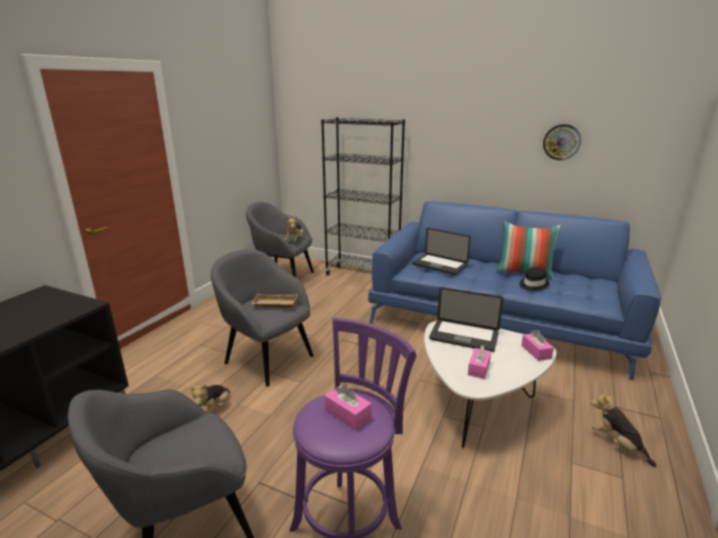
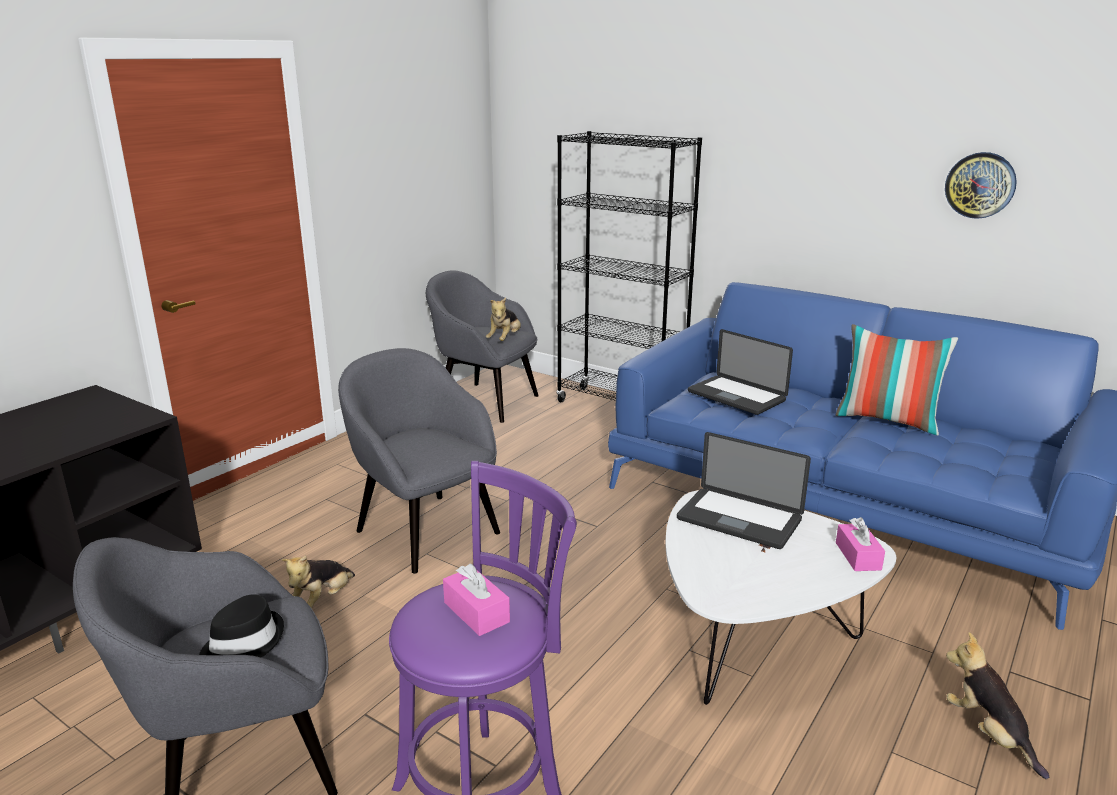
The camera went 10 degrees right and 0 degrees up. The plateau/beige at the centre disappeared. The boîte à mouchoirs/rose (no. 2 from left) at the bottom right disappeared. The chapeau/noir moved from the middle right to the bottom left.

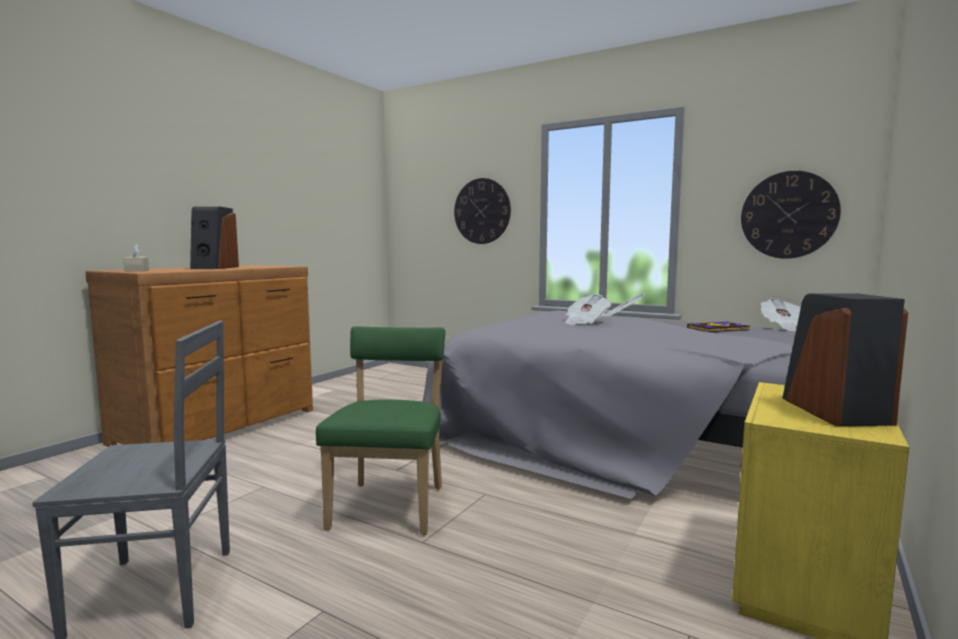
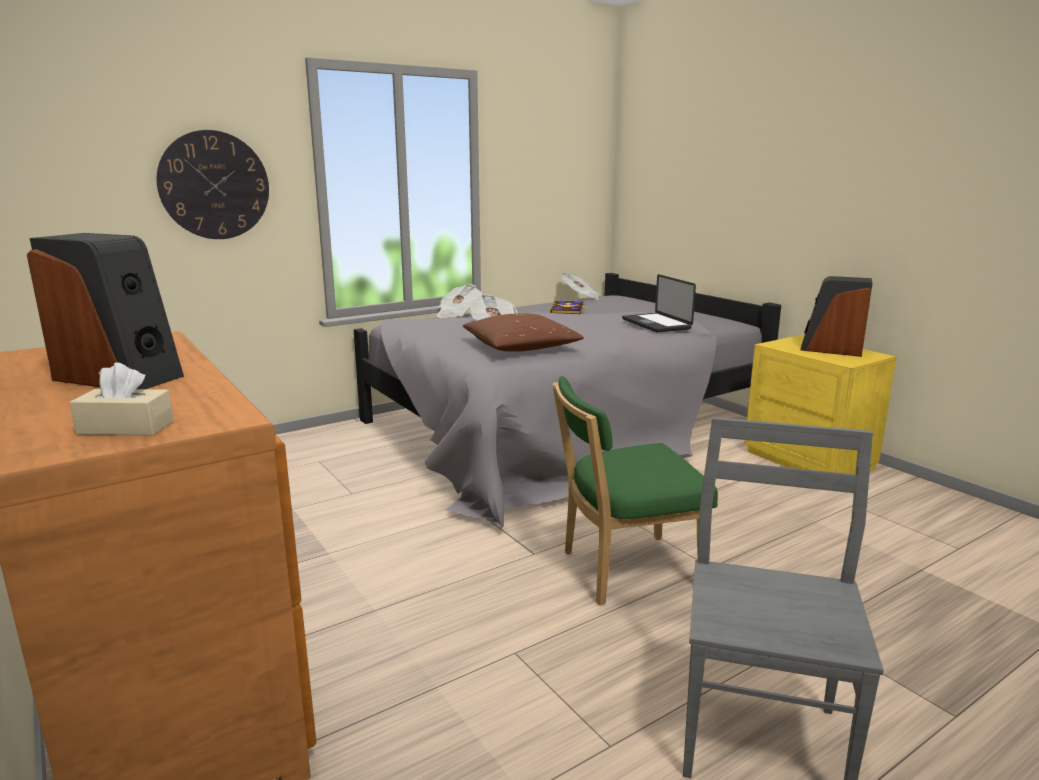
The camera went 65 degrees left and 10 degrees up. The horloge murale (no. 2 from left) at the middle right disappeared. The coussin/marron at the centre appeared. The ordinateur portable at the centre appeared. The chaise/vert at the bottom centre turned 45 degrees counterclockwise.

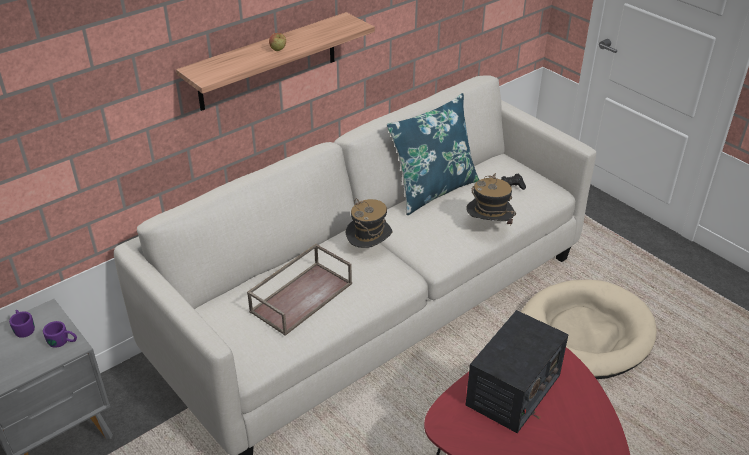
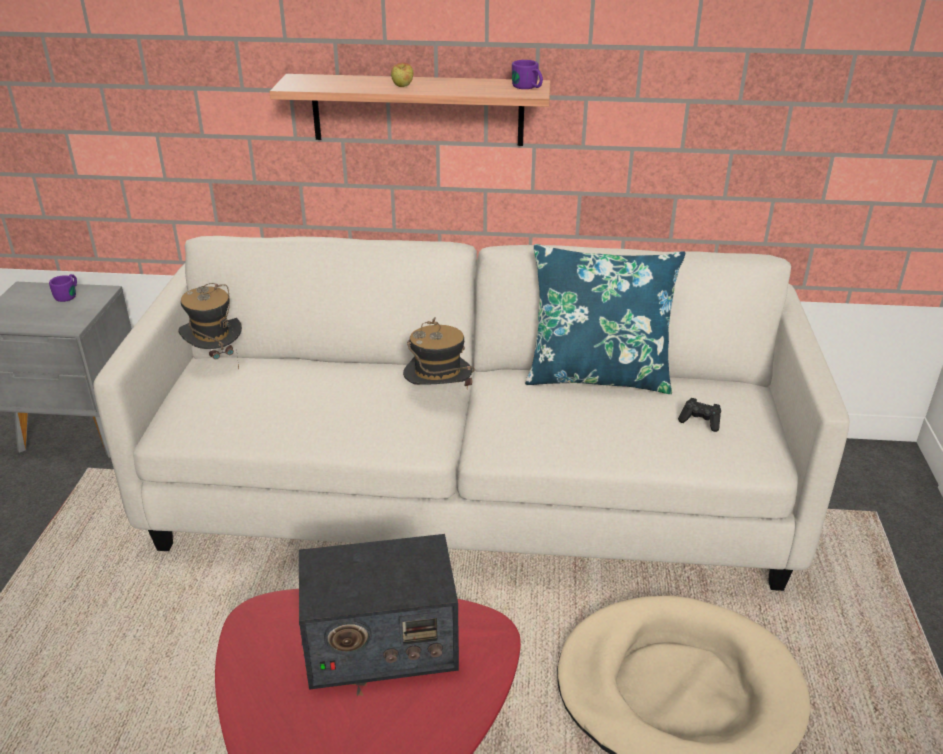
The camera went 45 degrees right and 5 degrees down. The plateau/marron at the centre disappeared. The mug/violet (no. 2 from left) moved from the bottom left to the top centre. The chapeau (no. 2 from left in the first image) moved from the centre to the middle left.

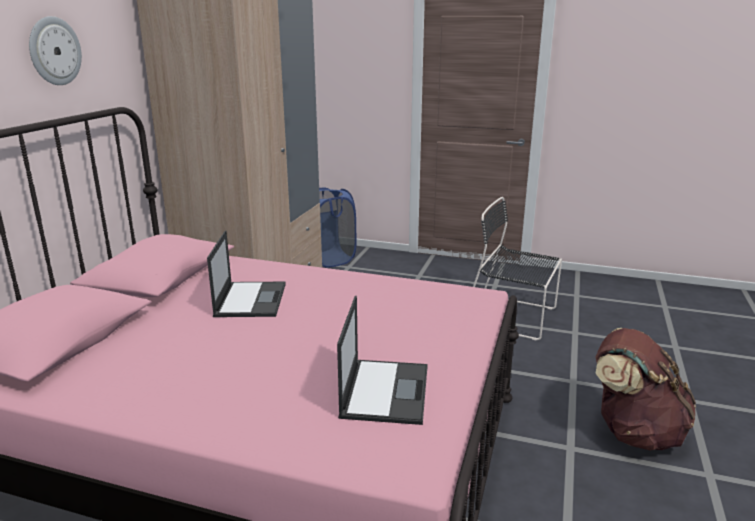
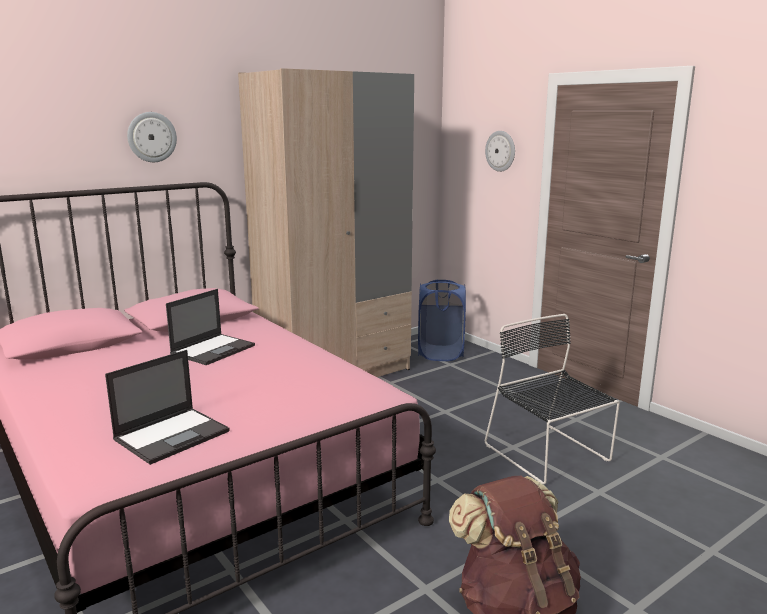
The camera went 35 degrees right and 5 degrees down. The horloge murale (no. 2 from left) at the top centre appeared.

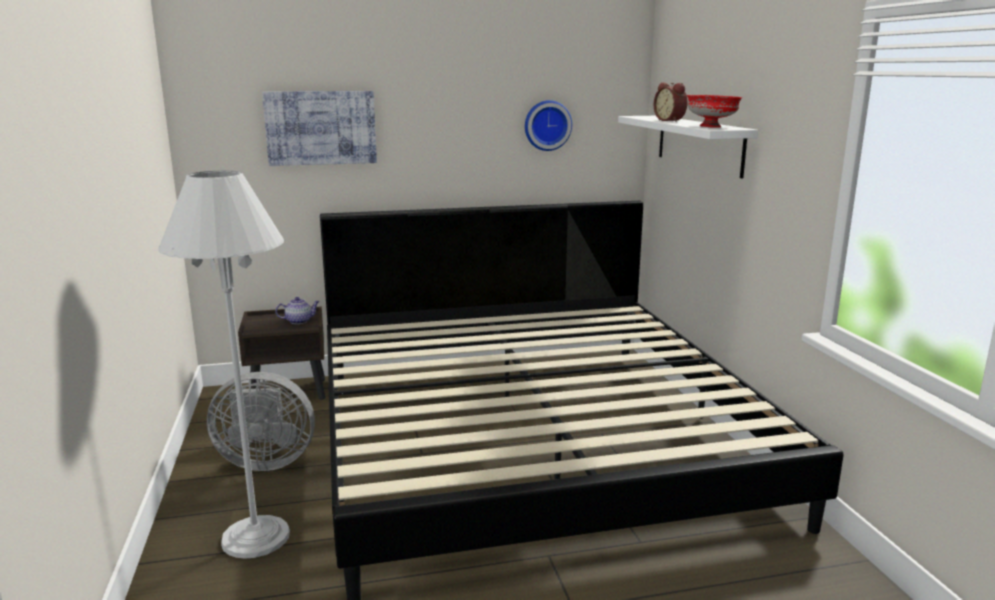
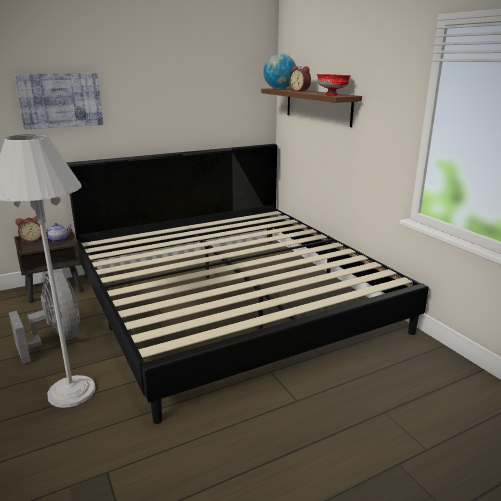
The camera went 15 degrees left and 5 degrees up. The horloge murale at the top centre disappeared. The réveil (no. 1 from left) at the middle left appeared. The globe at the top centre appeared. The étagère/blanc at the top right became the étagère/marron at the top centre. The ventilateur/gris at the bottom left turned 105 degrees counterclockwise.

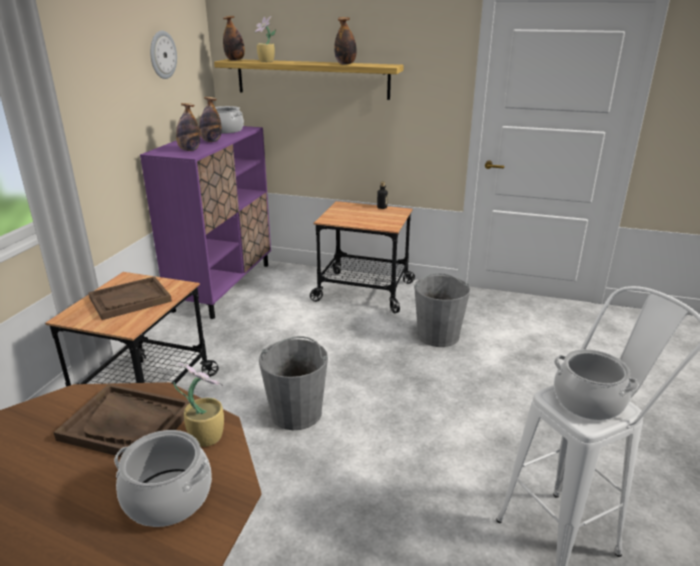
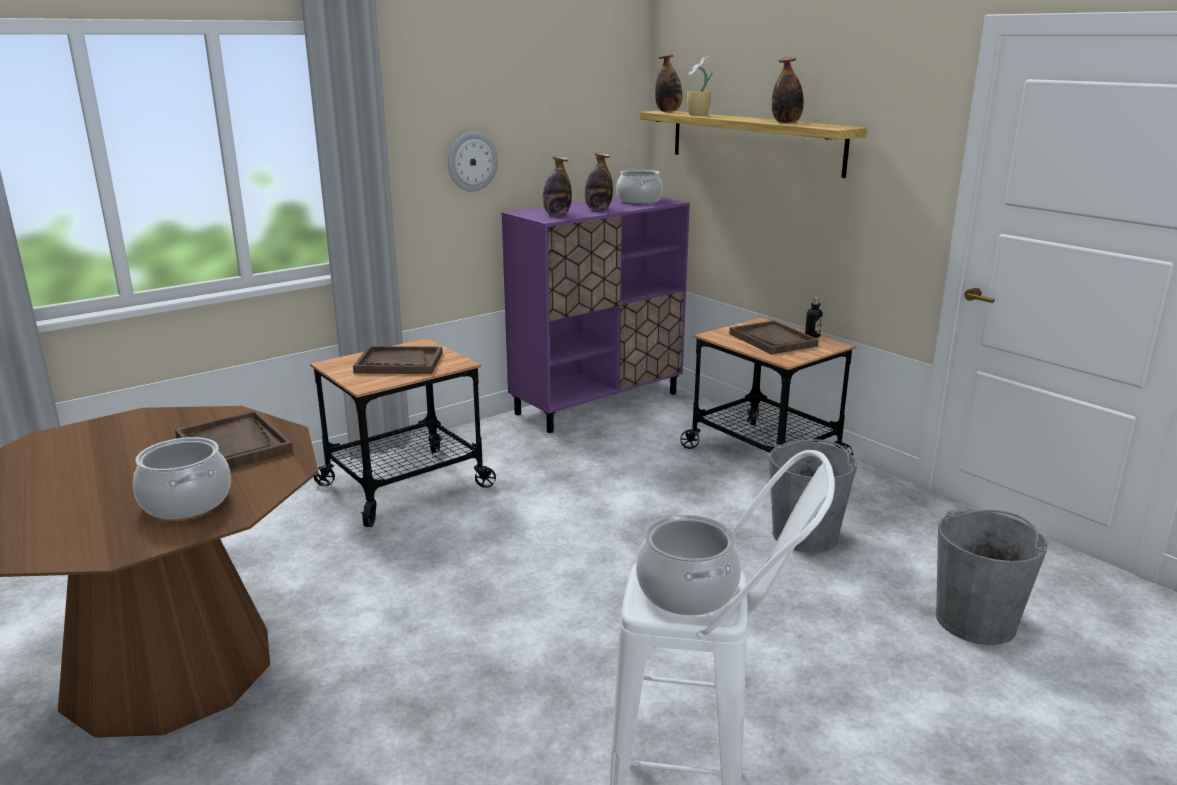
The camera went 35 degrees right and 5 degrees down. The plante en pot (no. 1 from left) at the bottom left disappeared. The plateau/marron (no. 3 from left) at the centre appeared. The horloge murale moved from the top left to the top centre. The seau/gris (no. 1 from left in the first image) moved from the bottom centre to the bottom right.

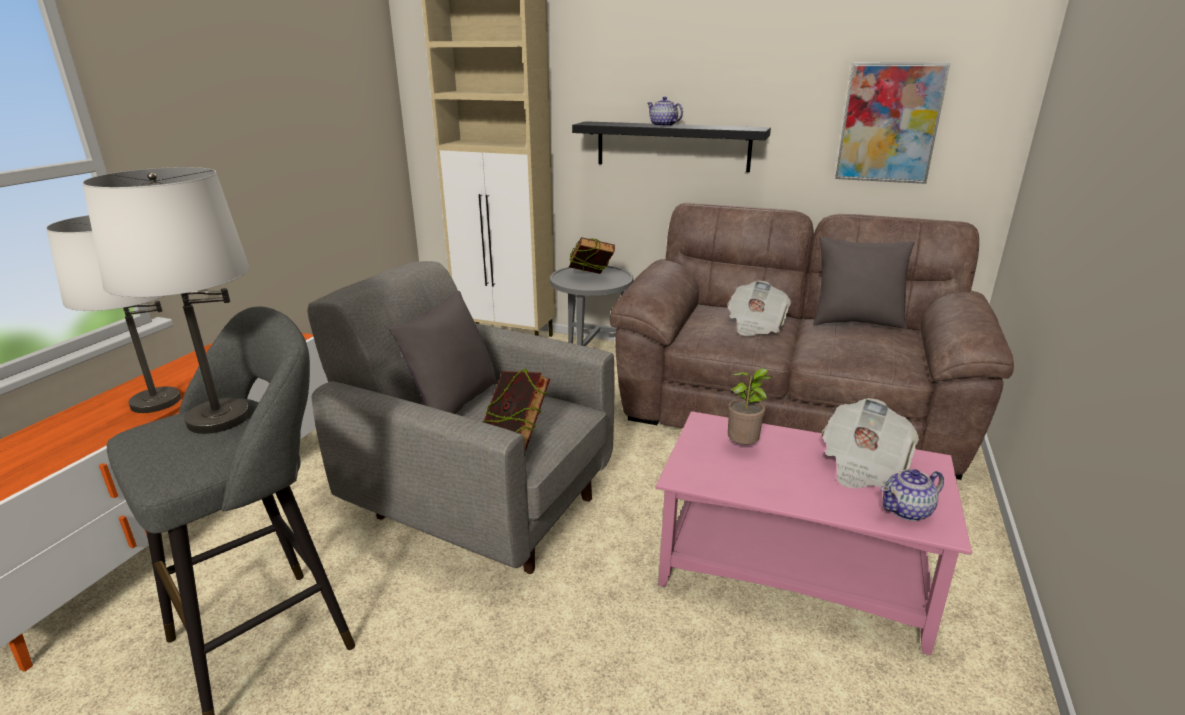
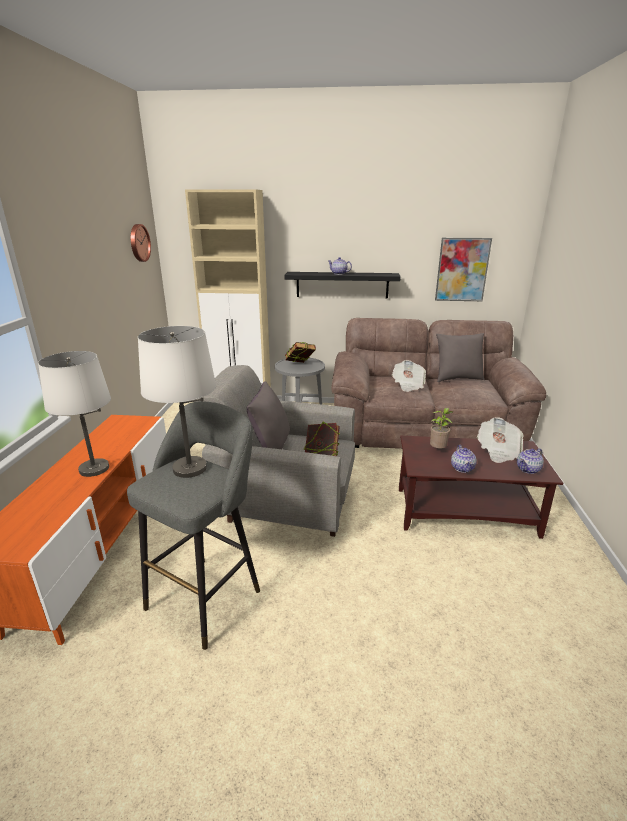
The camera went 15 degrees left and 0 degrees up. The horloge murale at the top left appeared. The théière (no. 2 from left) at the middle right appeared. The table basse/rose at the bottom right became the table basse/marron at the middle right.

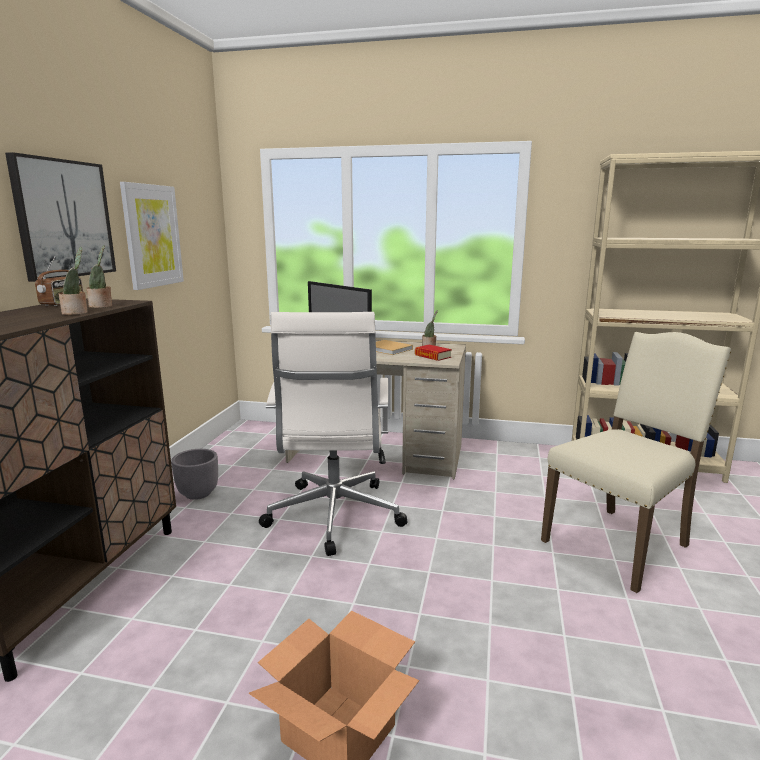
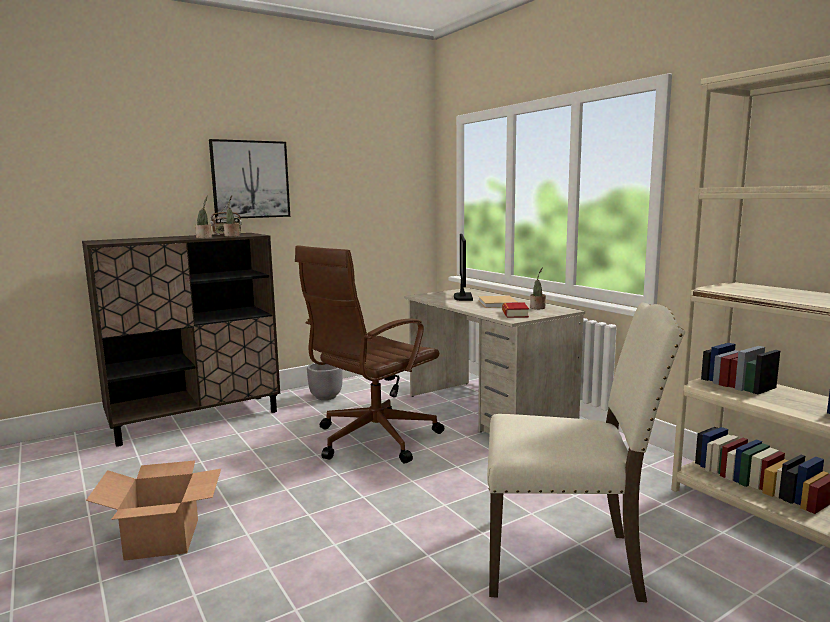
The camera went 45 degrees right and 5 degrees down. The tableau (no. 2 from left) at the top left disappeared. The chaise de bureau/blanc at the centre became the chaise de bureau/marron at the centre.

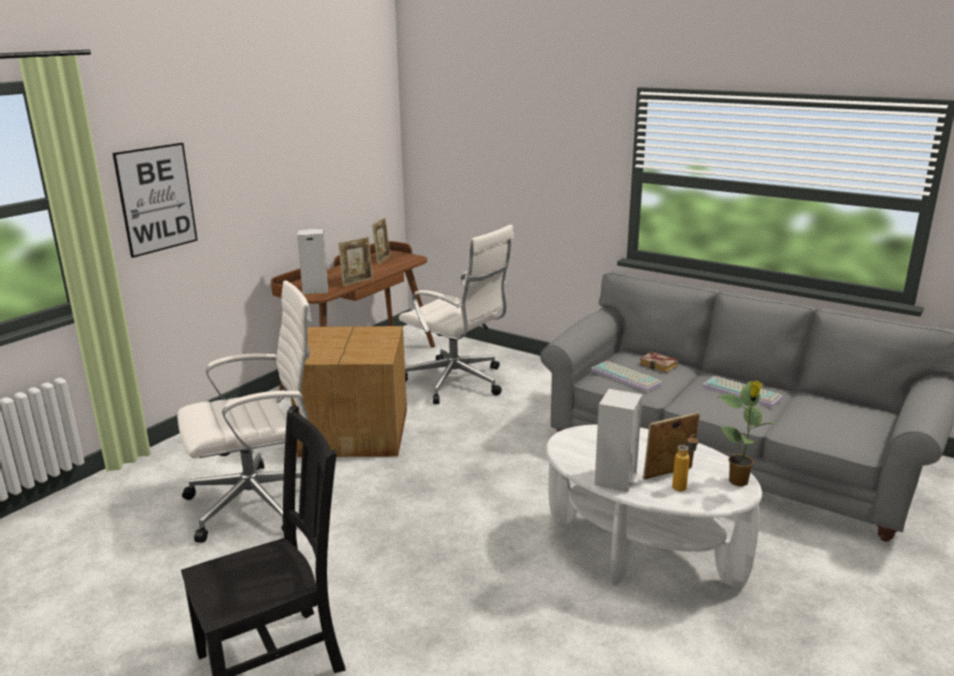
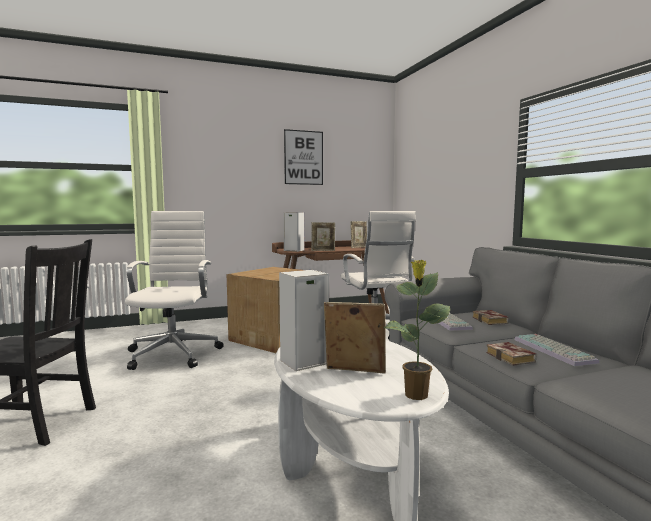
The camera went 35 degrees right and 15 degrees down. The bouteille at the bottom right disappeared. The livre (no. 2 from left) at the bottom right appeared. The tableau moved from the top left to the top centre. The chaise de bureau/blanc (no. 1 from left) at the middle left turned 105 degrees counterclockwise.

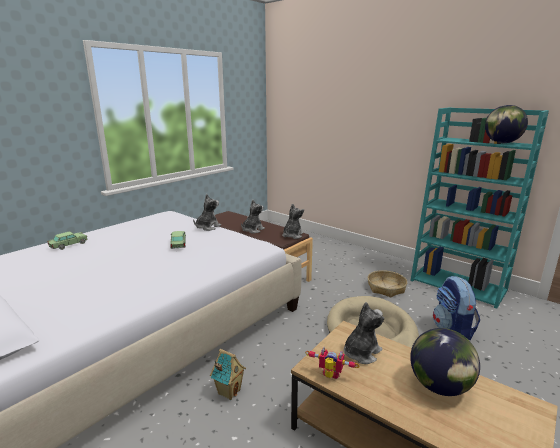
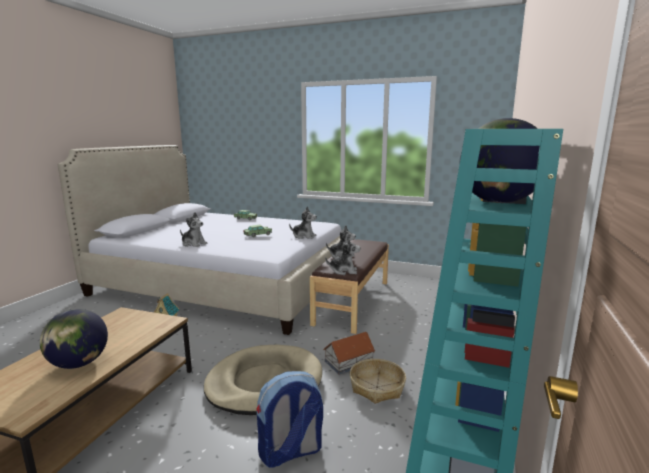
The camera went 70 degrees right and 5 degrees down. The robot jouet at the bottom centre disappeared. The maison miniature (no. 2 from left) at the bottom centre appeared. The peluche (no. 4 from left in the first image) moved from the bottom centre to the middle left.

